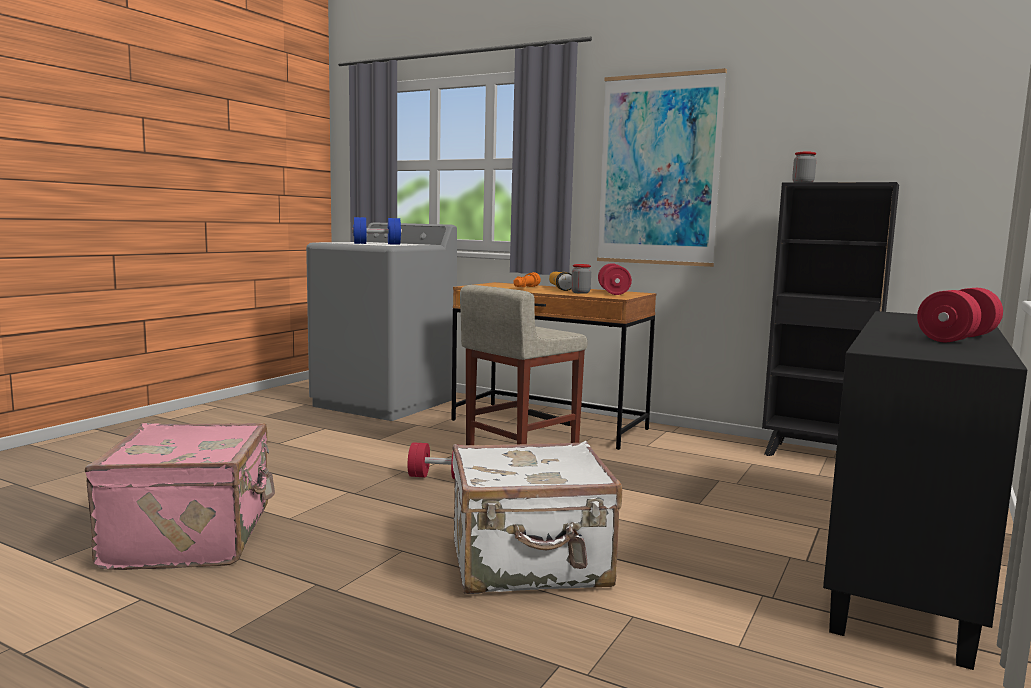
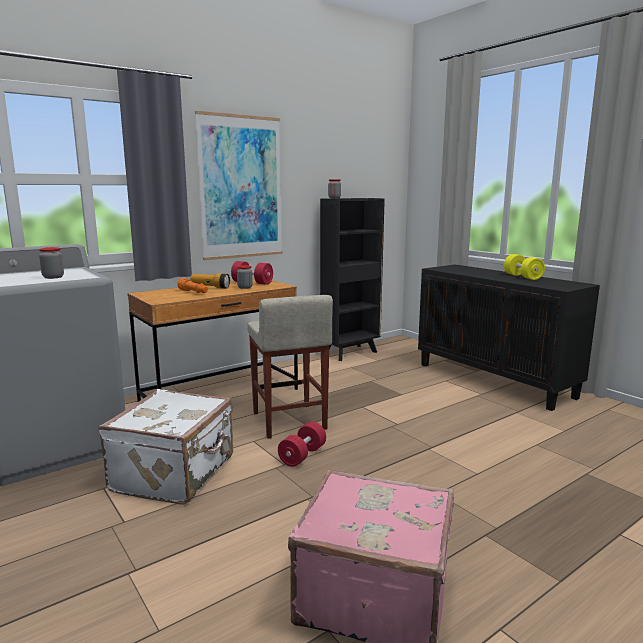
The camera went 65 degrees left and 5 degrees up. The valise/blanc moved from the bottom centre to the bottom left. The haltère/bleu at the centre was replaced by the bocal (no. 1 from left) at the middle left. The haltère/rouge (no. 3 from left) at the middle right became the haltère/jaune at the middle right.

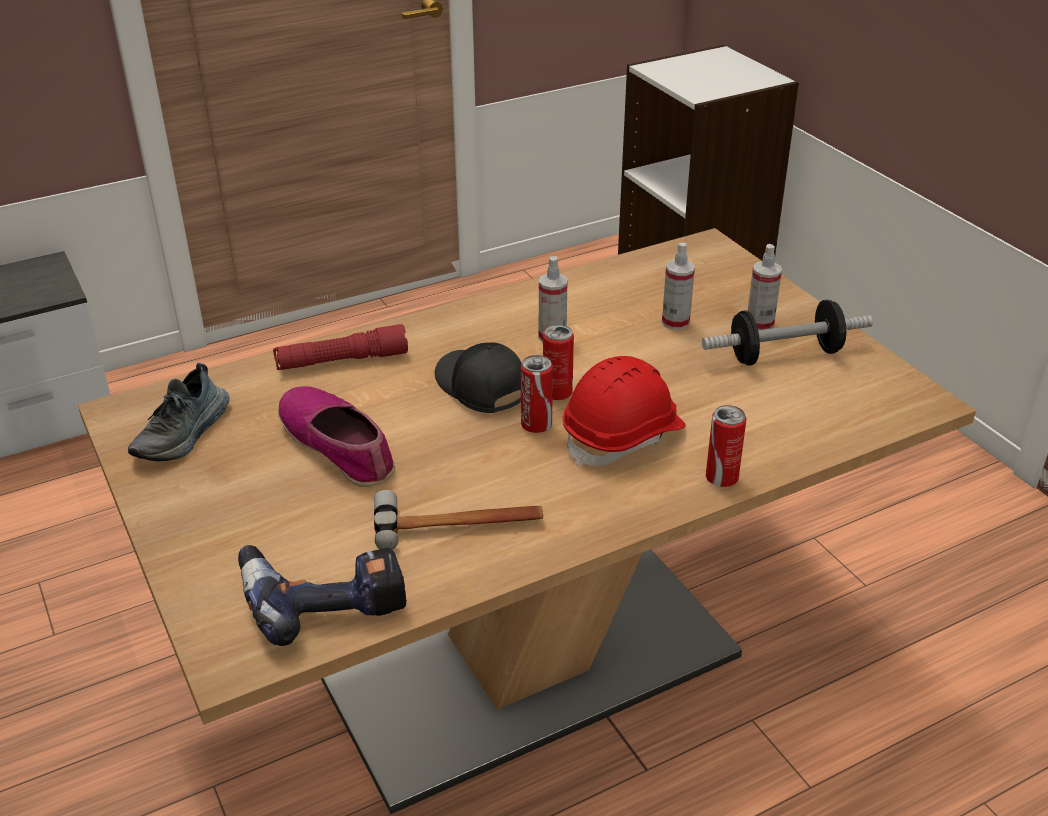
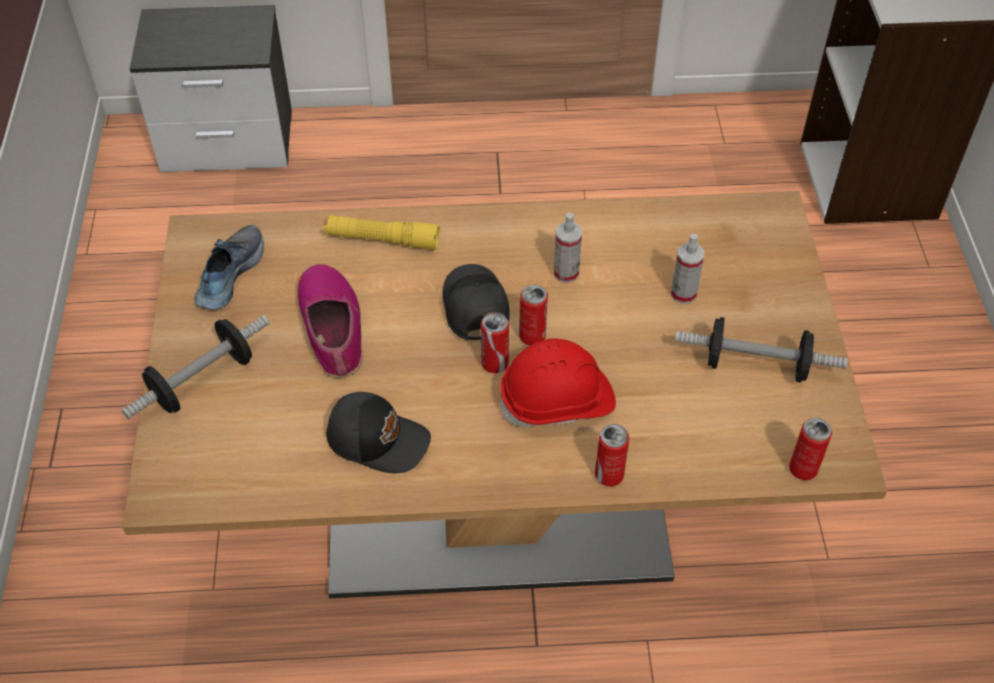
The camera went 25 degrees right and 15 degrees up. The perceuse at the bottom left disappeared. The vaporisateur (no. 3 from left) at the middle right disappeared. The haltère (no. 1 from left) at the middle left appeared. The boîte métallique (no. 4 from left) at the middle right appeared. The marteau at the centre was replaced by the casquette/noir (no. 1 from left) at the centre. The lampe de poche/rouge at the middle left became the lampe de poche/jaune at the centre. The chaussure (no. 1 from left) at the middle left turned 150 degrees clockwise.

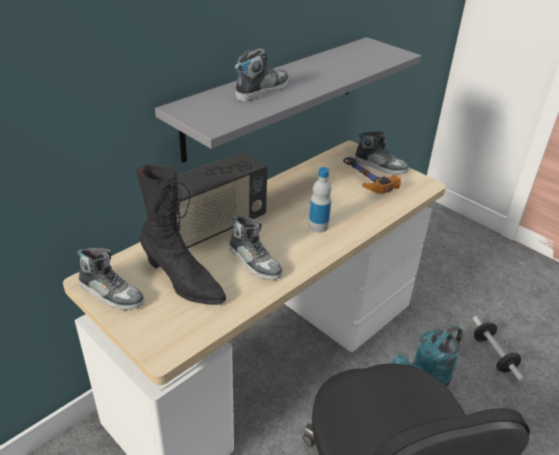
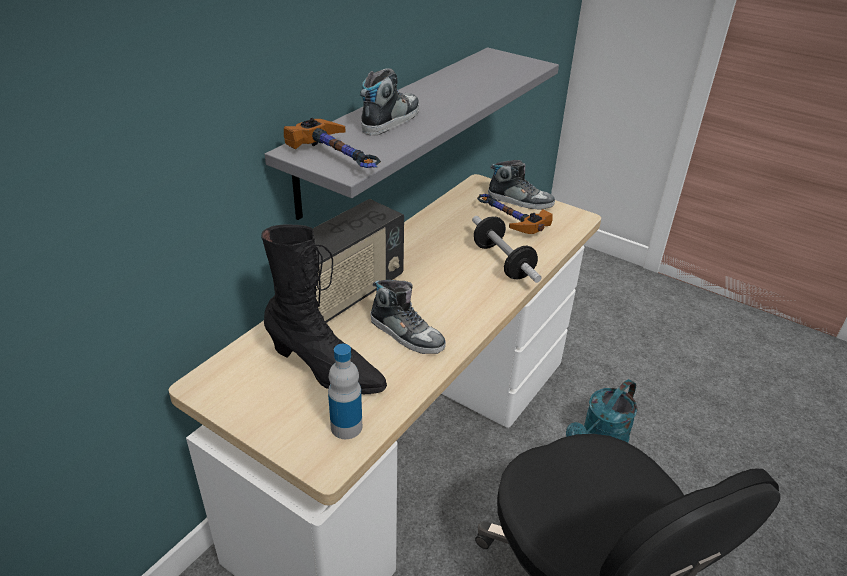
The camera went 10 degrees left and 0 degrees up. The chaussure (no. 1 from left) at the middle left disappeared. The marteau (no. 1 from left) at the top centre appeared. The bouteille moved from the centre to the bottom centre. The haltère moved from the bottom right to the centre.

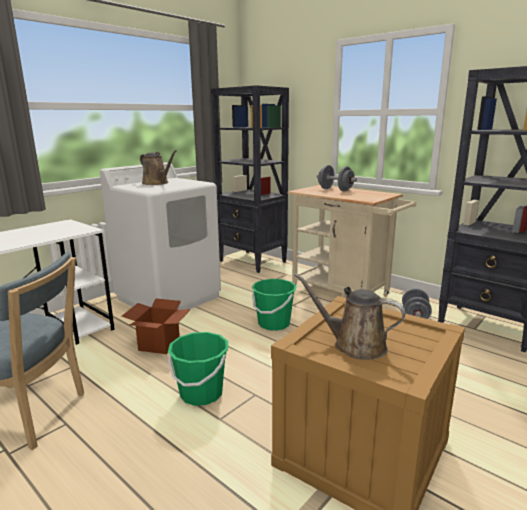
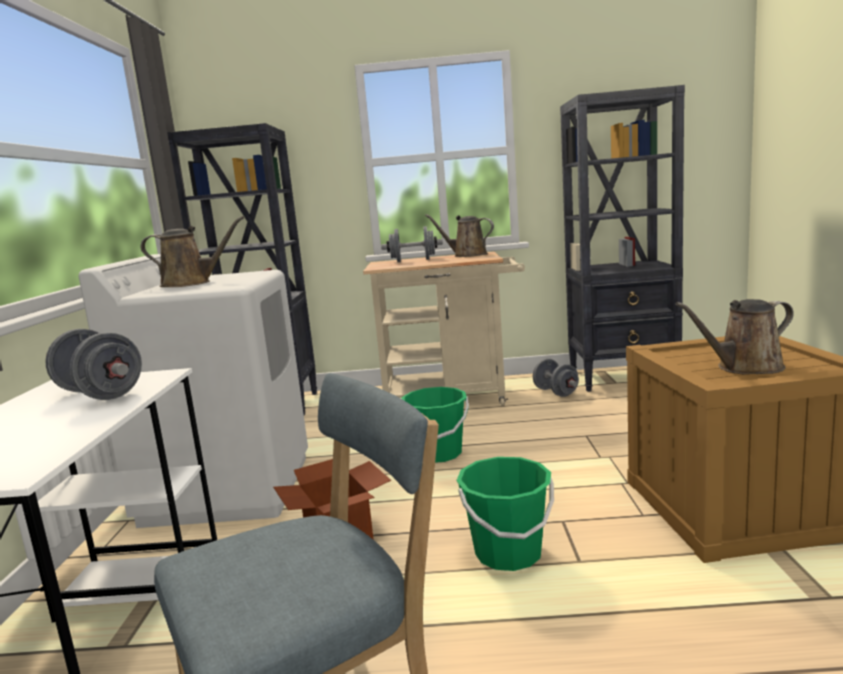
The camera went 40 degrees left and 5 degrees down. The haltère/gris (no. 1 from left) at the middle left appeared. The arrosoir/marron (no. 2 from left) at the centre appeared.

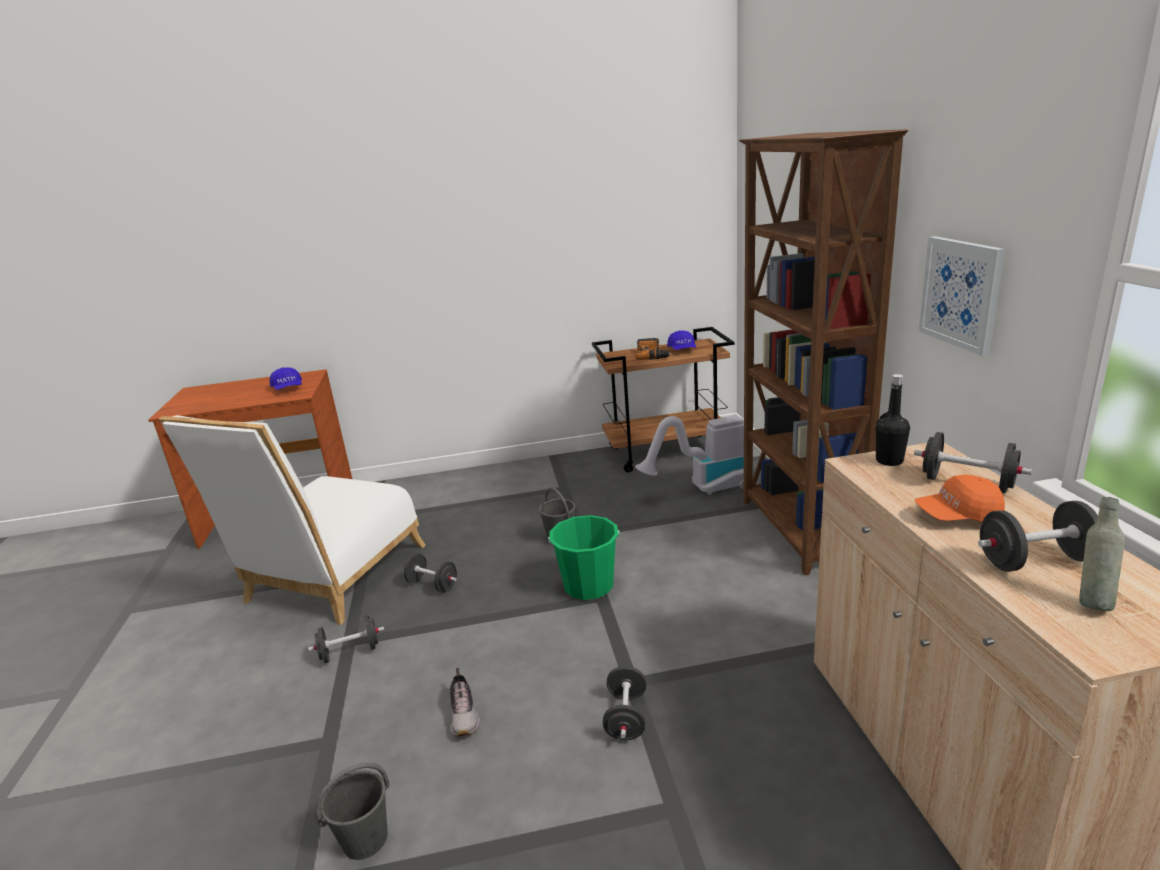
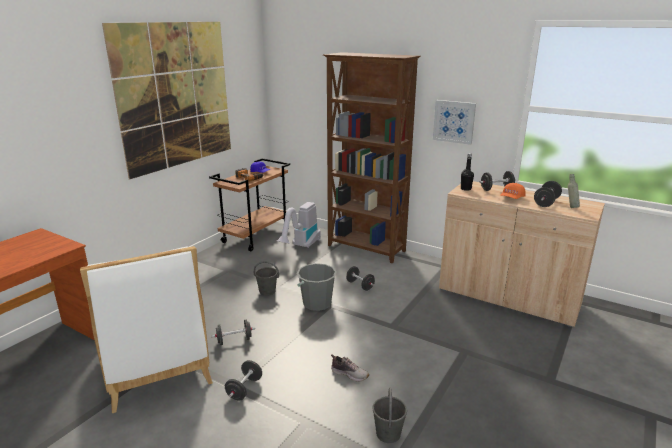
The camera went 50 degrees left and 0 degrees up. The casquette/bleu (no. 1 from left) at the middle left disappeared. The tableau (no. 1 from left) at the top left appeared. The haltère/noir (no. 3 from left) moved from the bottom centre to the centre. The seau/vert at the centre became the seau/gris (no. 2 from left) at the centre.

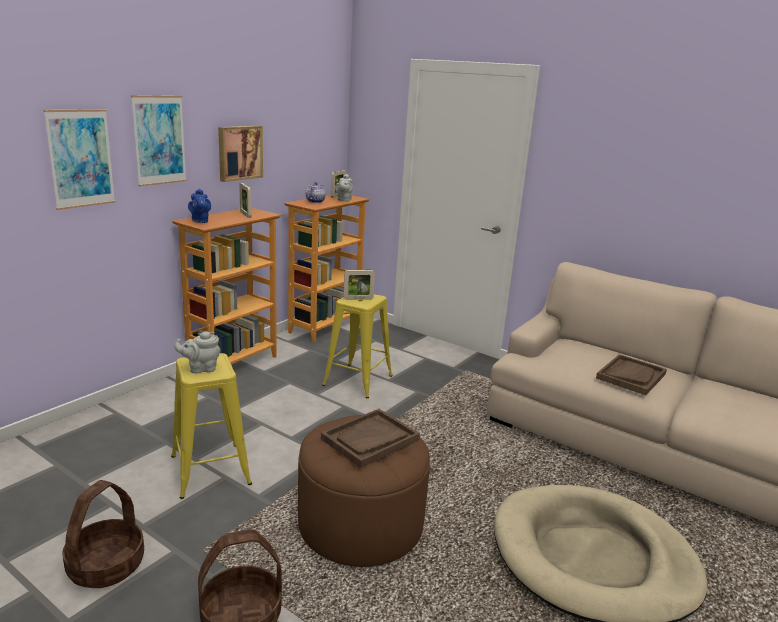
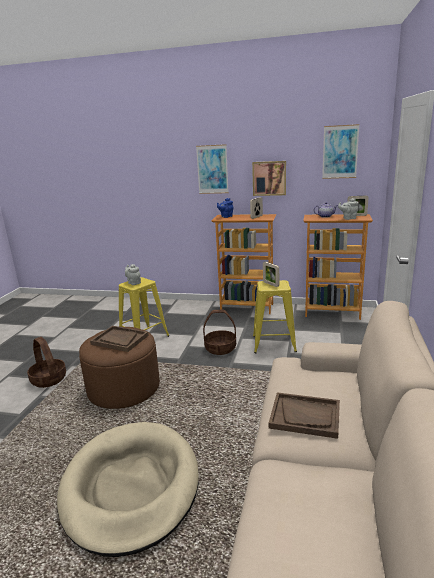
The camera went 70 degrees right and 0 degrees up. The tableau (no. 1 from left in the first image) moved from the top left to the top right. The panier (no. 1 from left in the first image) moved from the bottom left to the centre.

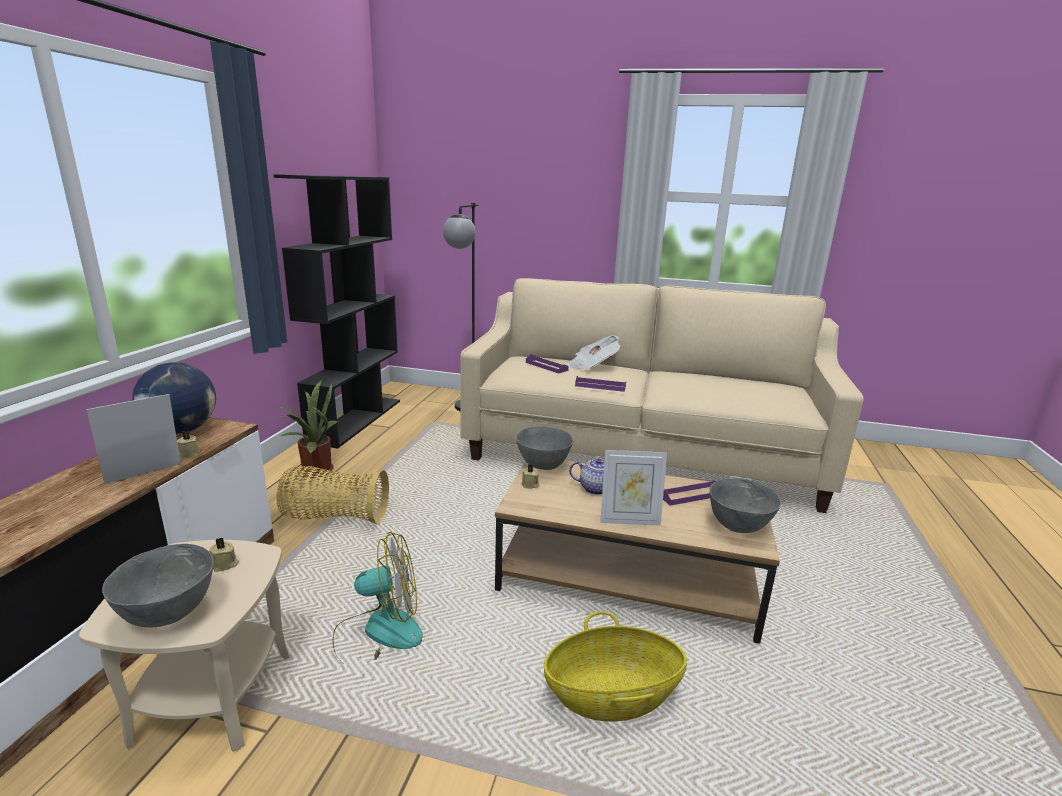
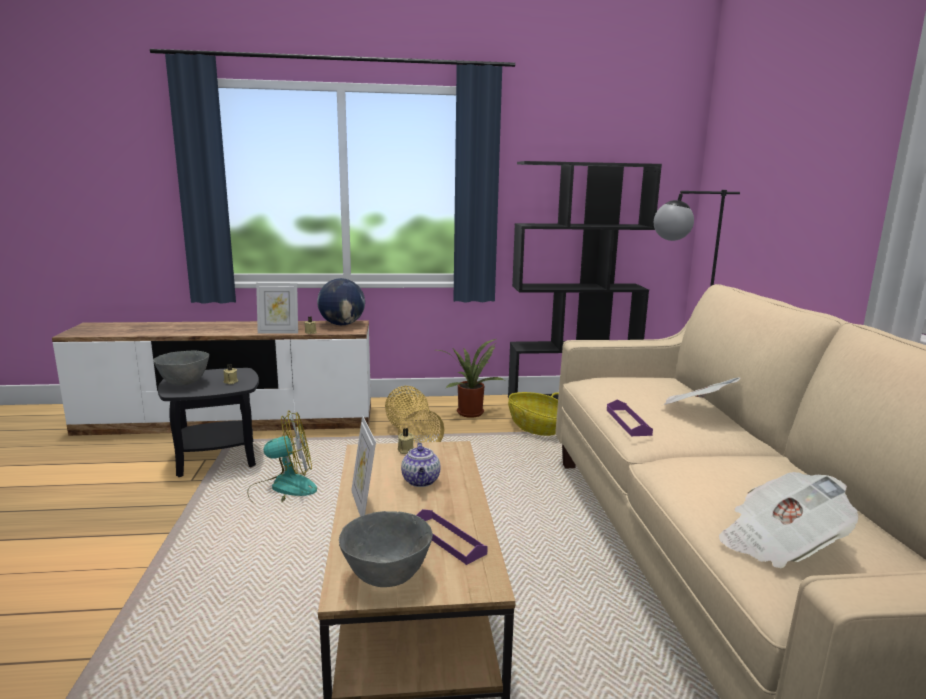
The camera went 70 degrees right and 5 degrees down. The bol/gris (no. 2 from left) at the centre disappeared. The plateau/violet (no. 1 from left) at the centre disappeared. The journal (no. 2 from left) at the bottom right appeared. The panier (no. 2 from left) moved from the bottom centre to the centre. The table d'appoint/beige at the bottom left became the table d'appoint/noir at the middle left. The cadre photo (no. 1 from left) at the middle left turned 150 degrees clockwise. The ventilateur at the bottom centre turned 75 degrees counterclockwise.

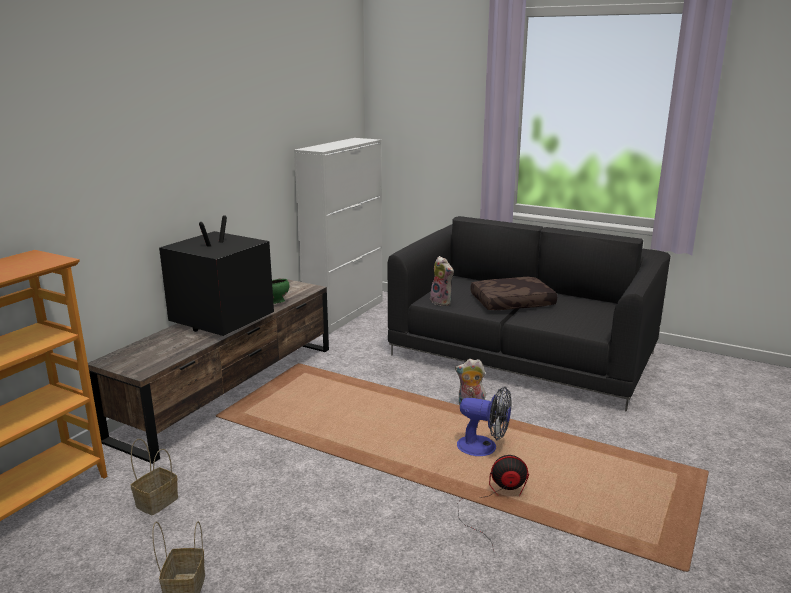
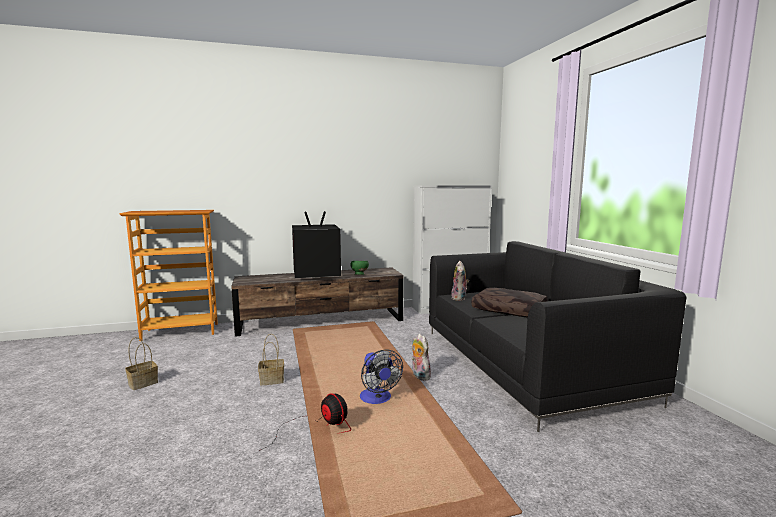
The camera went 45 degrees right and 10 degrees down. The panier (no. 1 from left in the first image) moved from the bottom left to the bottom centre.

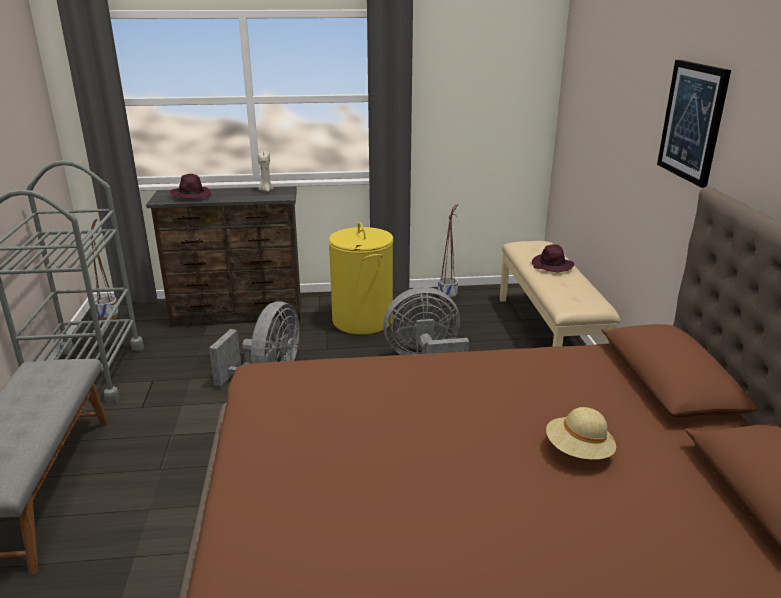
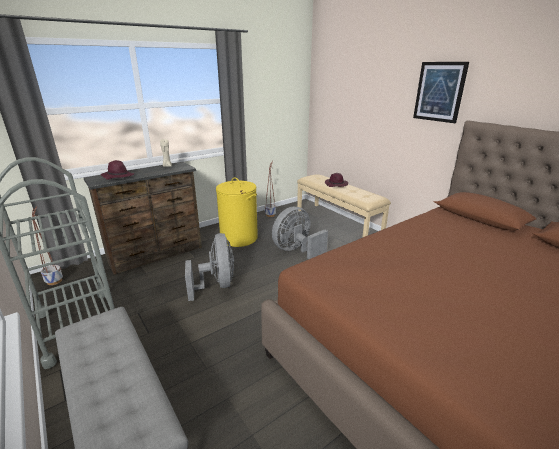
The camera went 30 degrees left and 0 degrees up. The chapeau/beige at the bottom right disappeared.

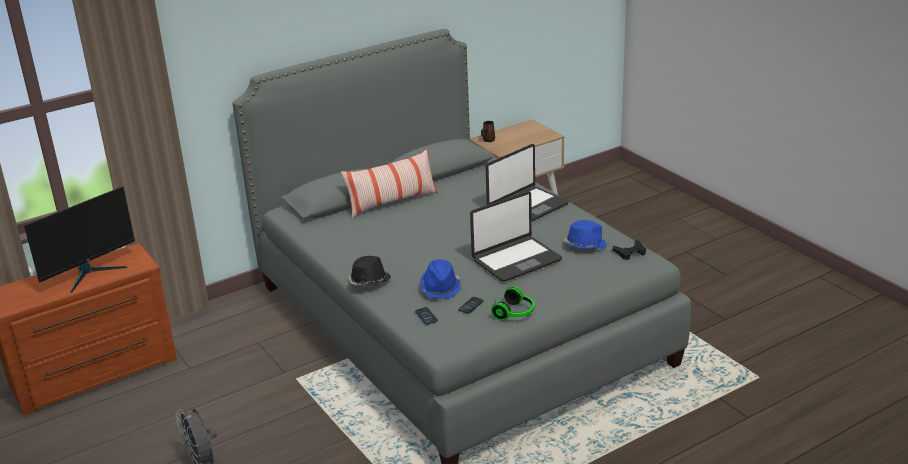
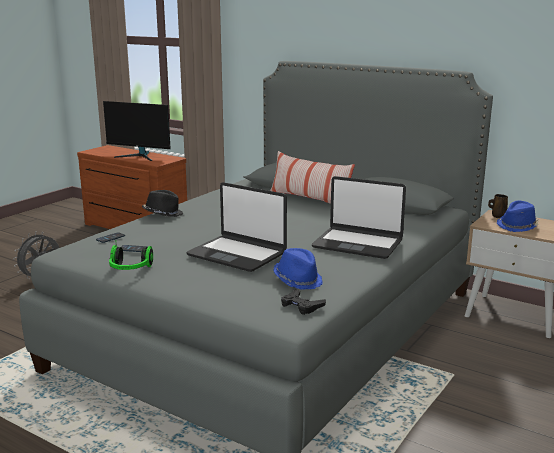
The camera went 65 degrees right and 10 degrees down. The chapeau/bleu (no. 1 from left in the first image) moved from the centre to the middle right.

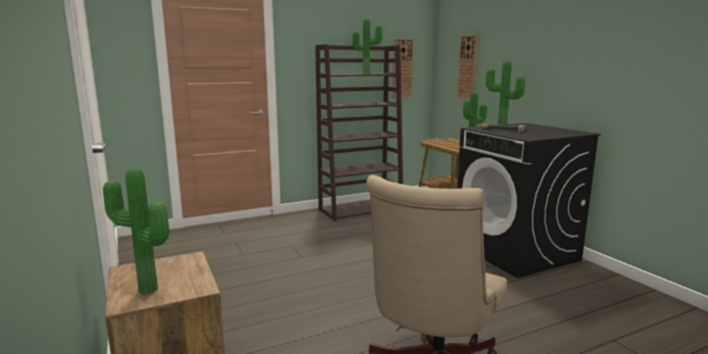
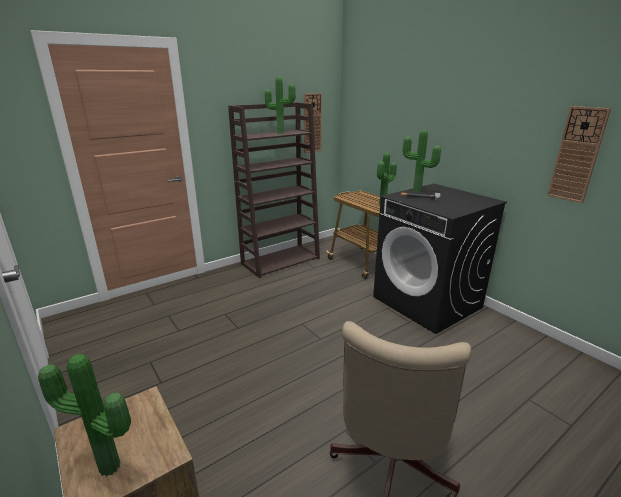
The camera went 10 degrees left and 10 degrees up. The horloge murale (no. 2 from left) moved from the top centre to the top right.

